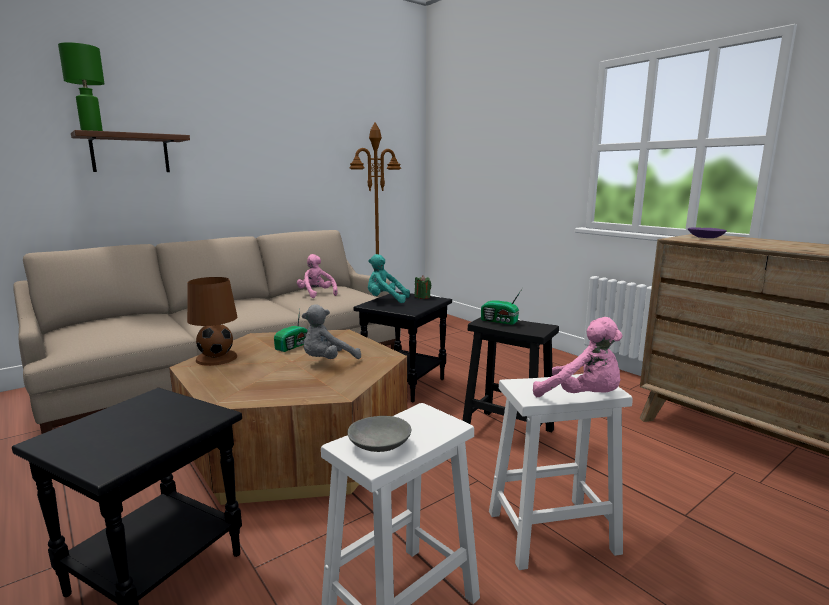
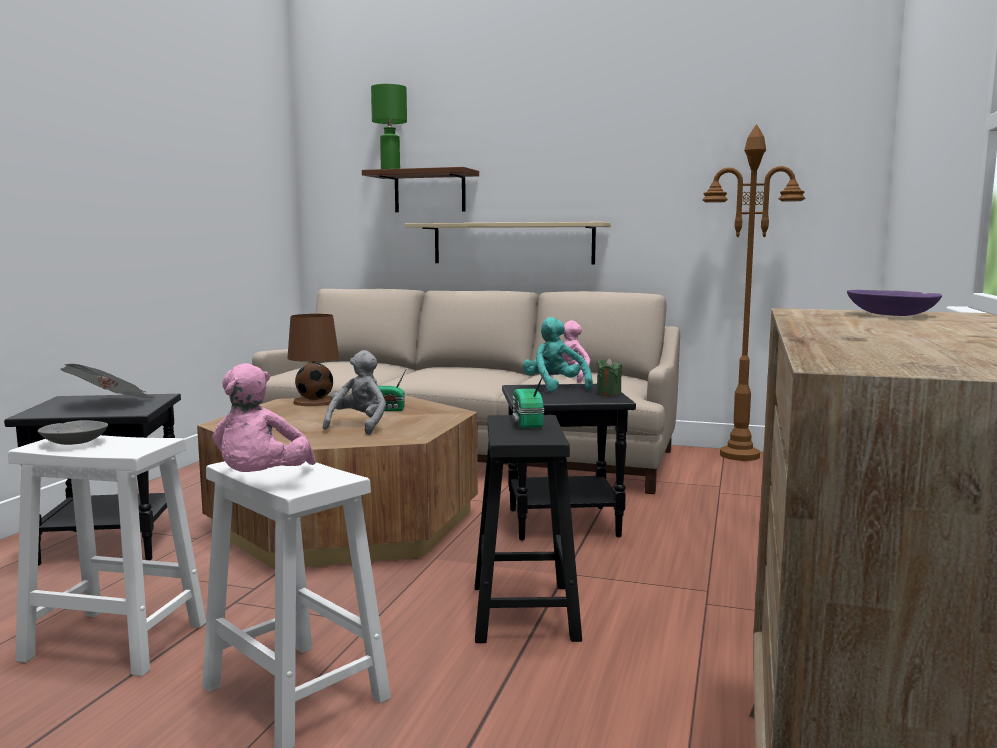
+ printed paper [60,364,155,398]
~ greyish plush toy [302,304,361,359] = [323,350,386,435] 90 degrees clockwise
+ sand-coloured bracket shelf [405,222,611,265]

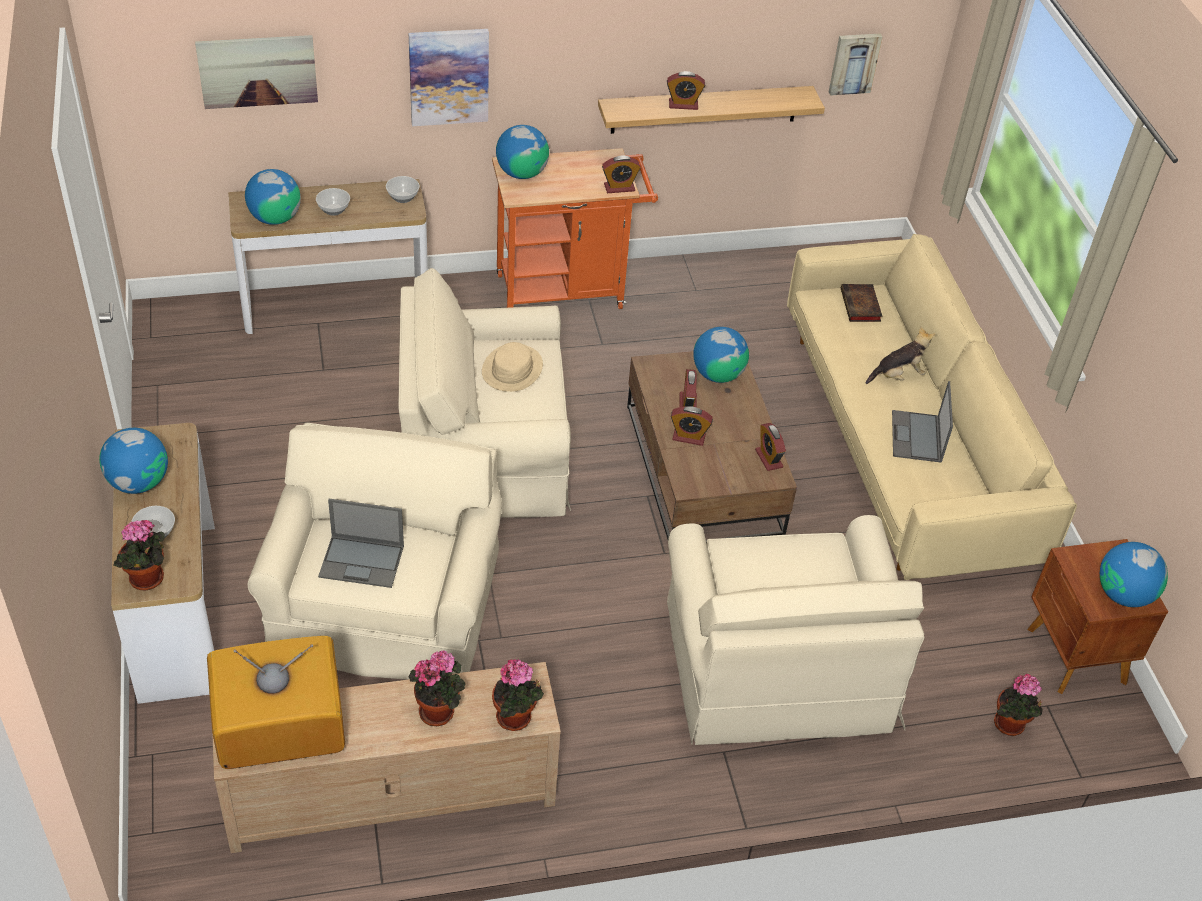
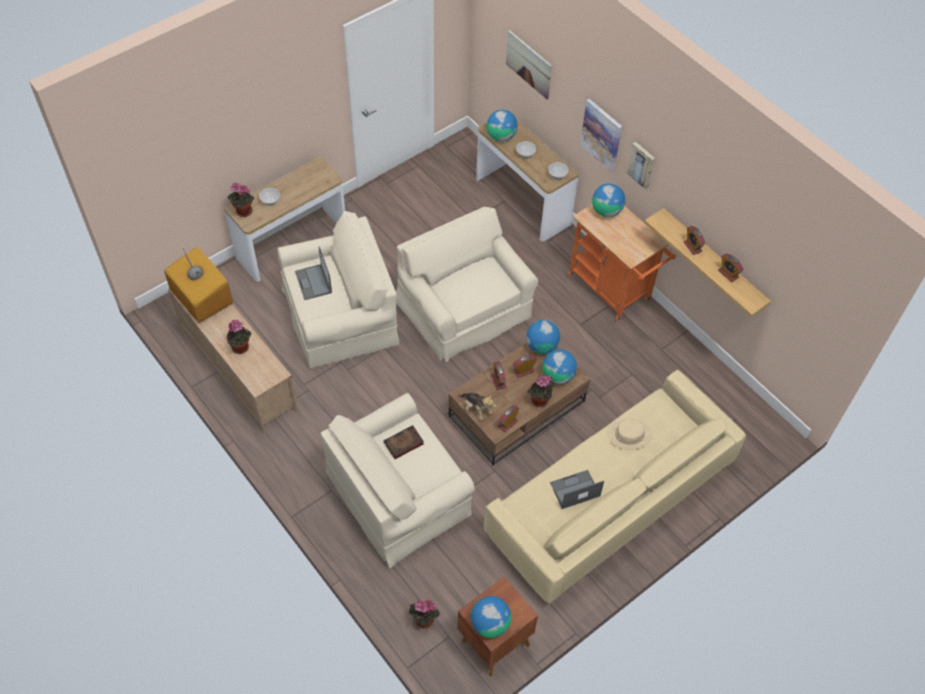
~ bound book [841,284,882,322] to [383,425,424,459]
~ plush toy [866,326,935,384] to [458,393,496,420]
~ world globe [99,428,168,494] to [526,320,560,354]
~ potted plant [492,659,544,731] to [527,375,555,407]
~ sand-coloured wearable hat [482,342,543,392] to [608,418,652,450]
~ wall art [829,33,882,96] to [626,141,655,190]
~ table clock [602,156,641,193] to [718,253,743,282]

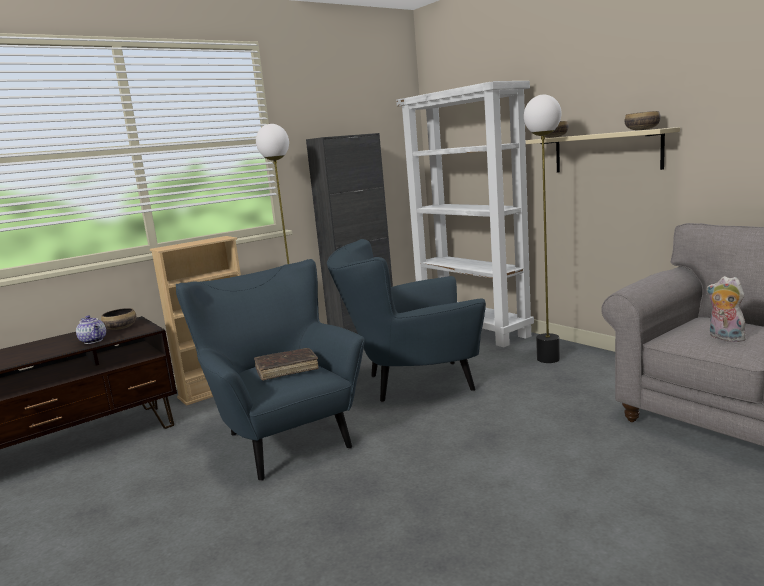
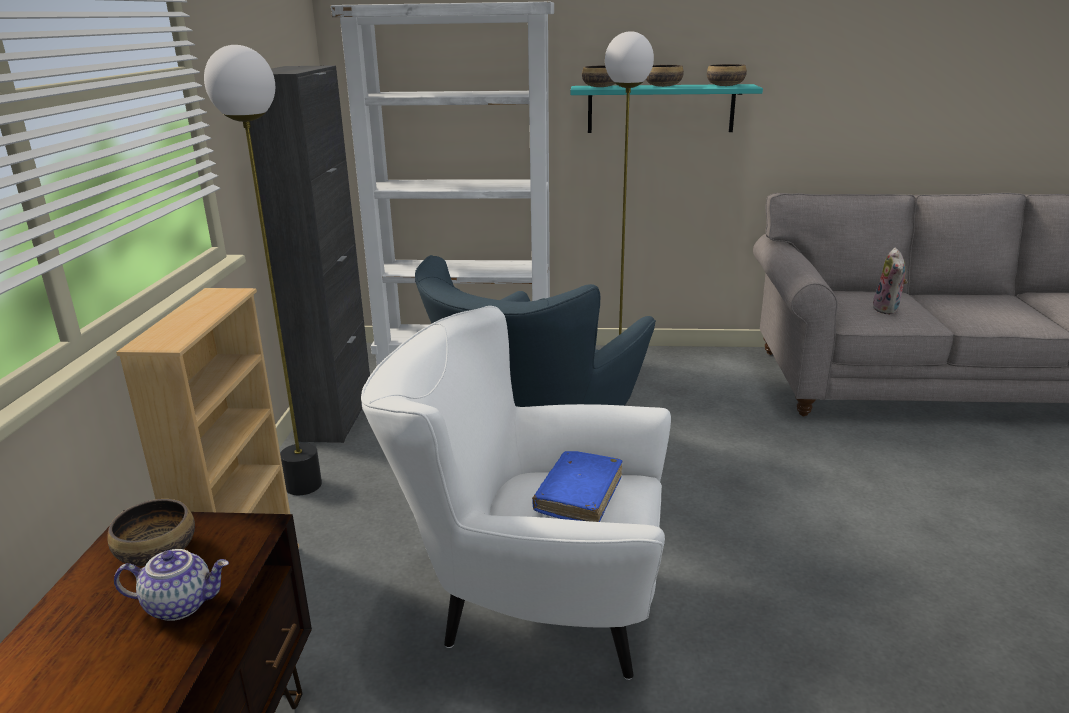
~ bluish armchair [176,259,364,481] to whitish armchair [361,306,671,680]
~ brownish bound book [254,348,319,381] to bluish bound book [532,451,622,522]
~ sand-coloured bracket shelf [526,127,680,173] to turquoise bracket shelf [570,84,763,133]
+ bowl [646,65,684,87]
~ plush toy [707,276,746,342] = [873,248,908,315] 90 degrees counterclockwise

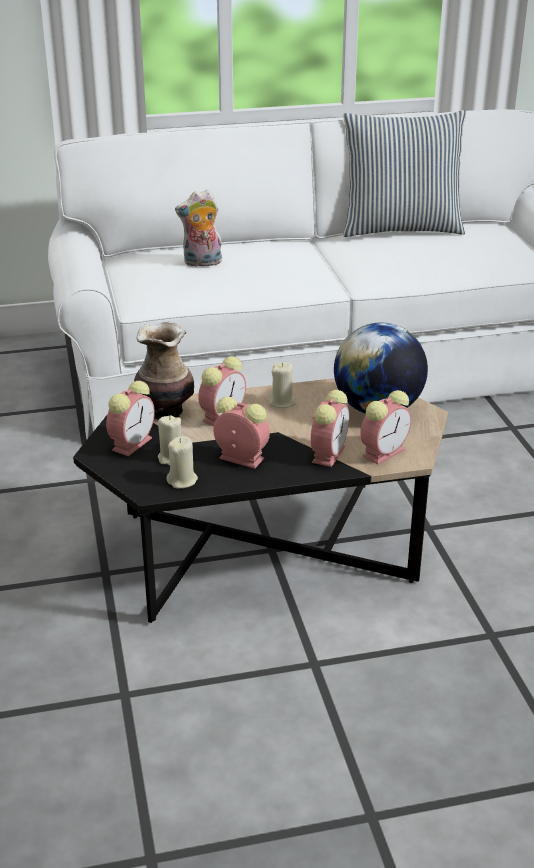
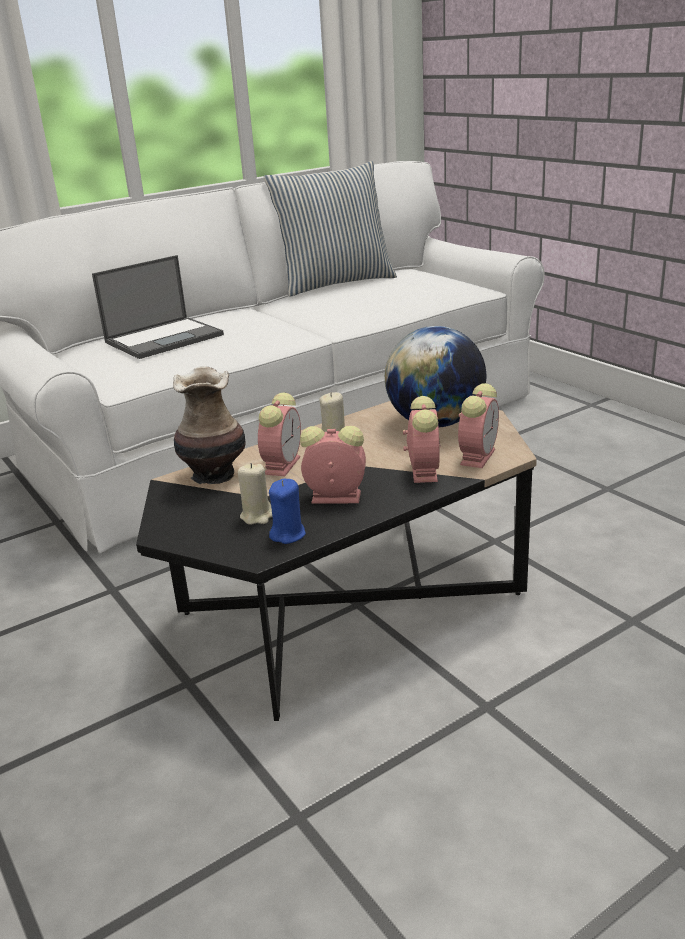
~ plush toy [175,190,222,267] to laptop [92,255,224,359]
~ sand-coloured wax candle [167,436,198,488] to bluish wax candle [269,479,306,544]
- table clock [106,381,155,456]

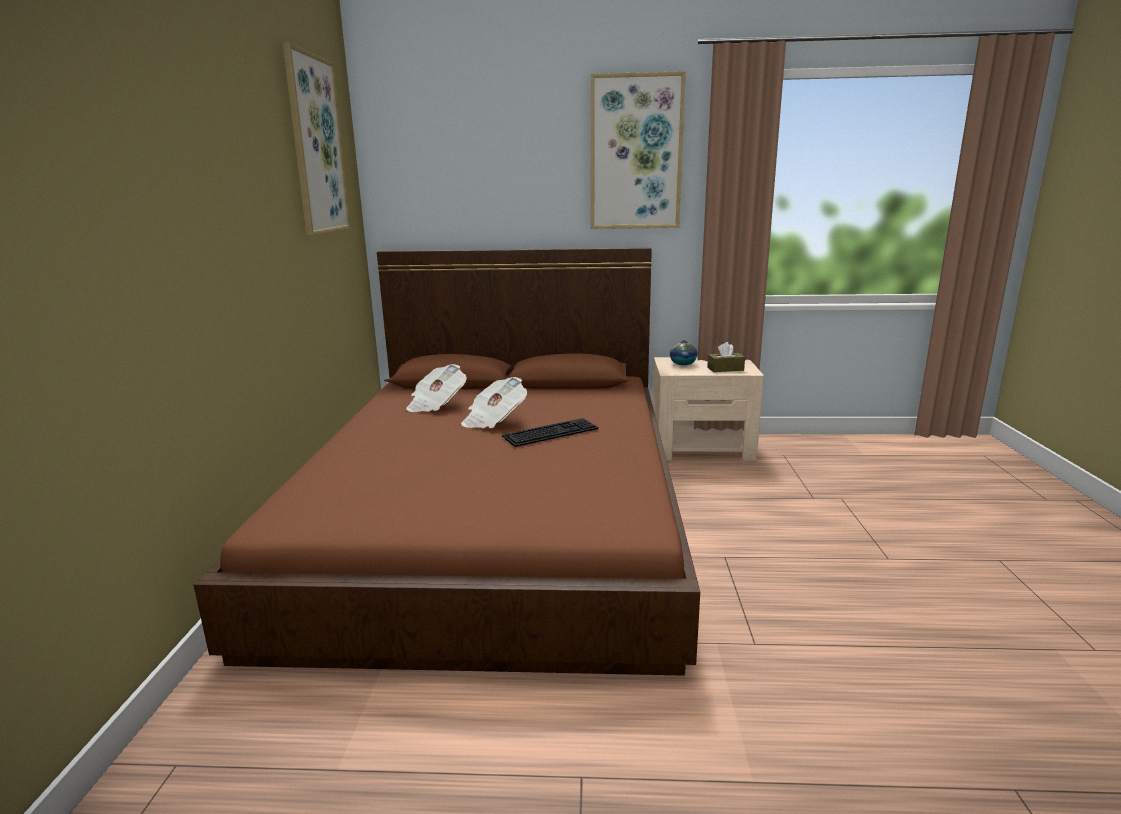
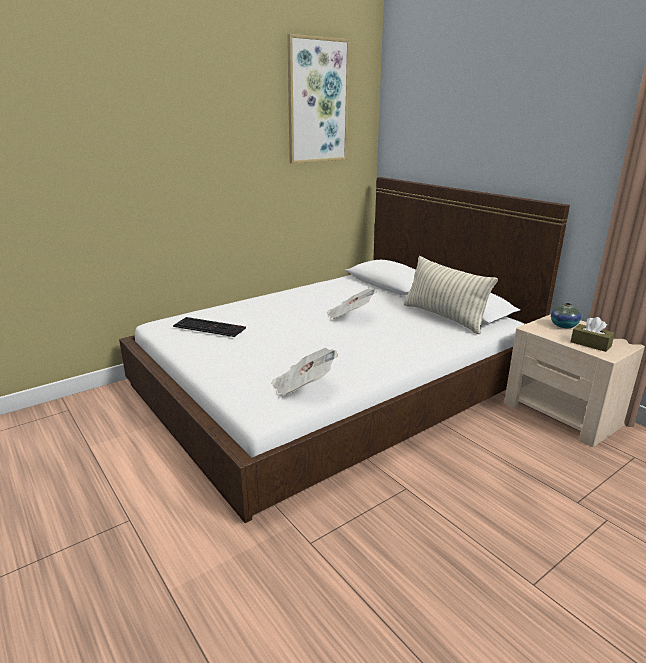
~ brownish bedroom bed [194,247,700,676] to whitish bedroom bed [119,177,570,523]
~ computer keyboard [502,418,598,447] to [173,317,246,337]
~ printed paper [406,364,467,412] to [272,348,338,396]
+ throw pillow [404,256,498,334]
- wall art [591,71,686,229]

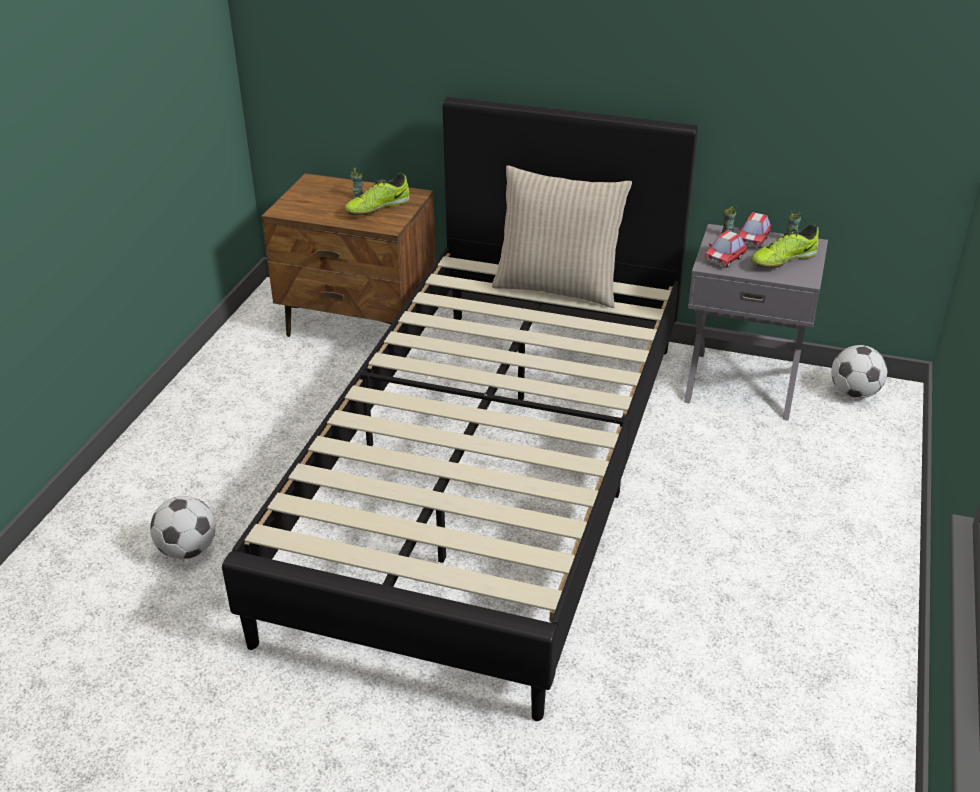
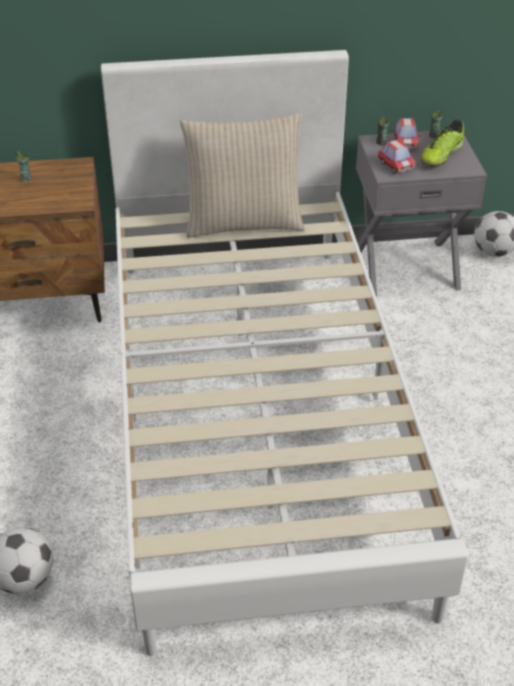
~ blackish bedroom bed [222,97,698,721] to whitish bedroom bed [101,50,468,656]
~ miniature car [704,230,747,268] = [378,139,416,174] 45 degrees counterclockwise
- shoe [345,173,410,215]

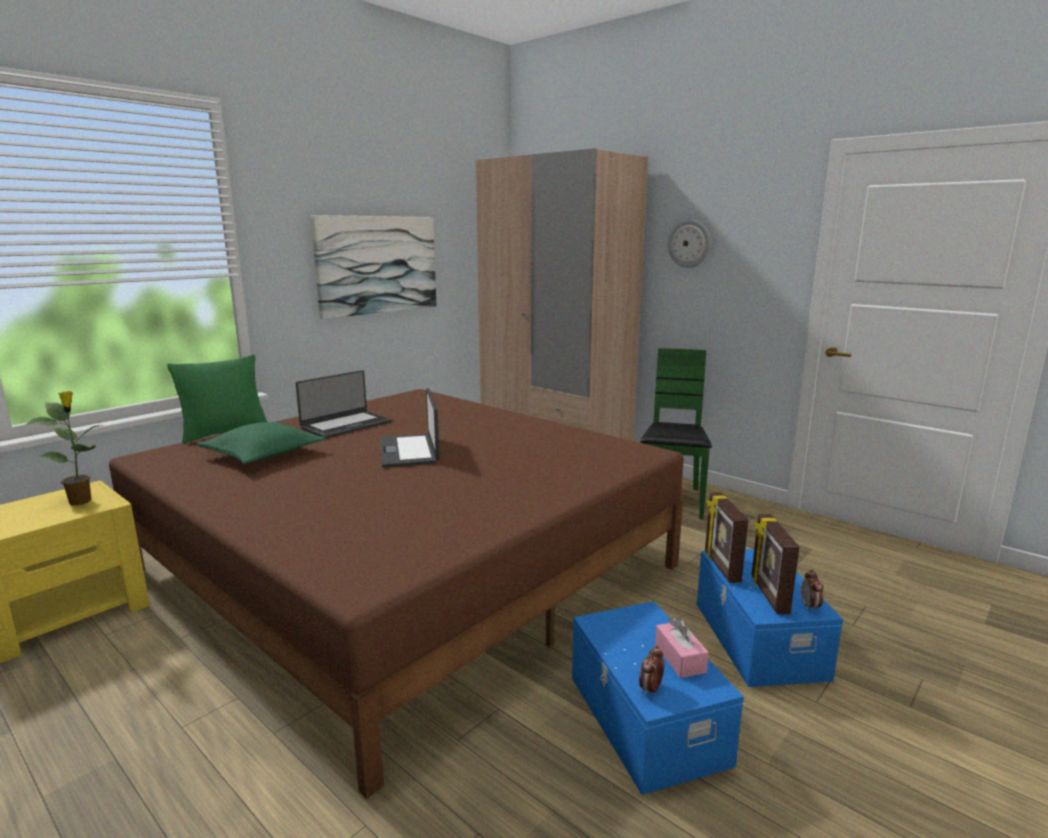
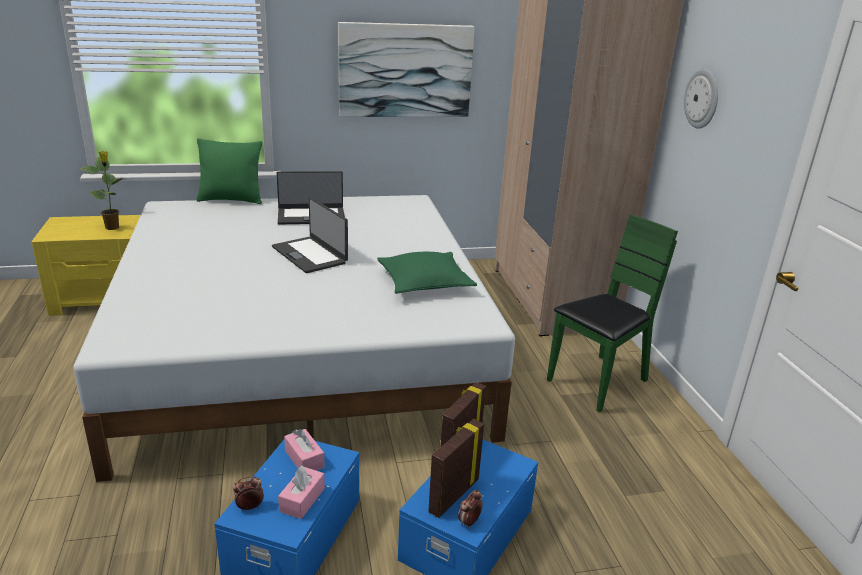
~ brownish bedroom bed [109,389,684,799] to whitish bedroom bed [73,195,515,482]
~ laptop [380,388,440,468] = [272,197,348,273] 60 degrees counterclockwise
+ pink-coloured tissue box [284,429,325,471]
~ green-coloured throw pillow [197,422,326,464] to [377,252,477,294]

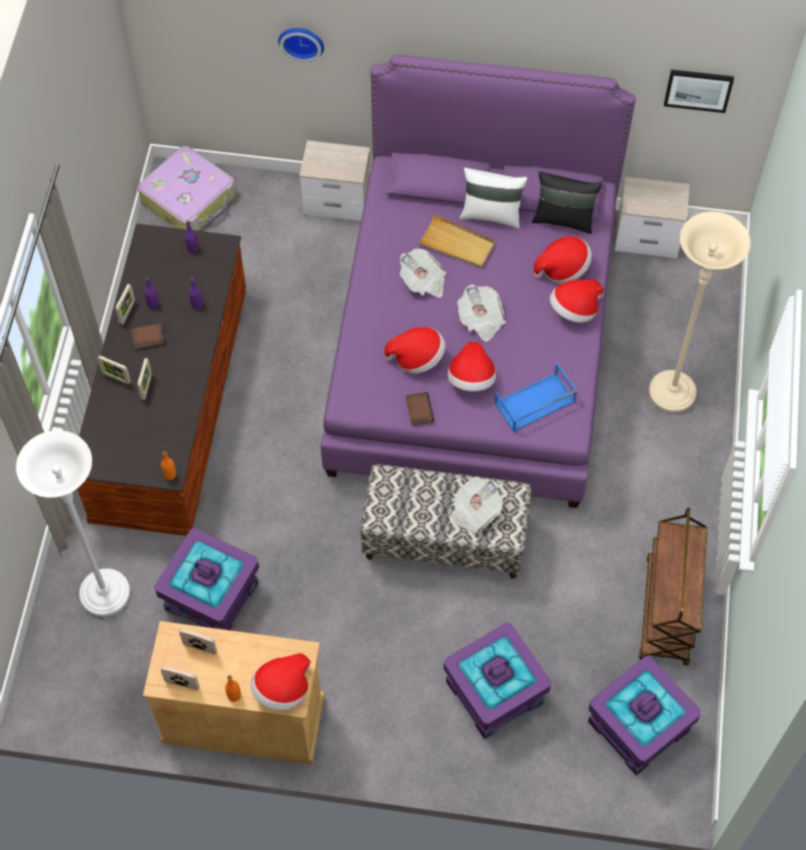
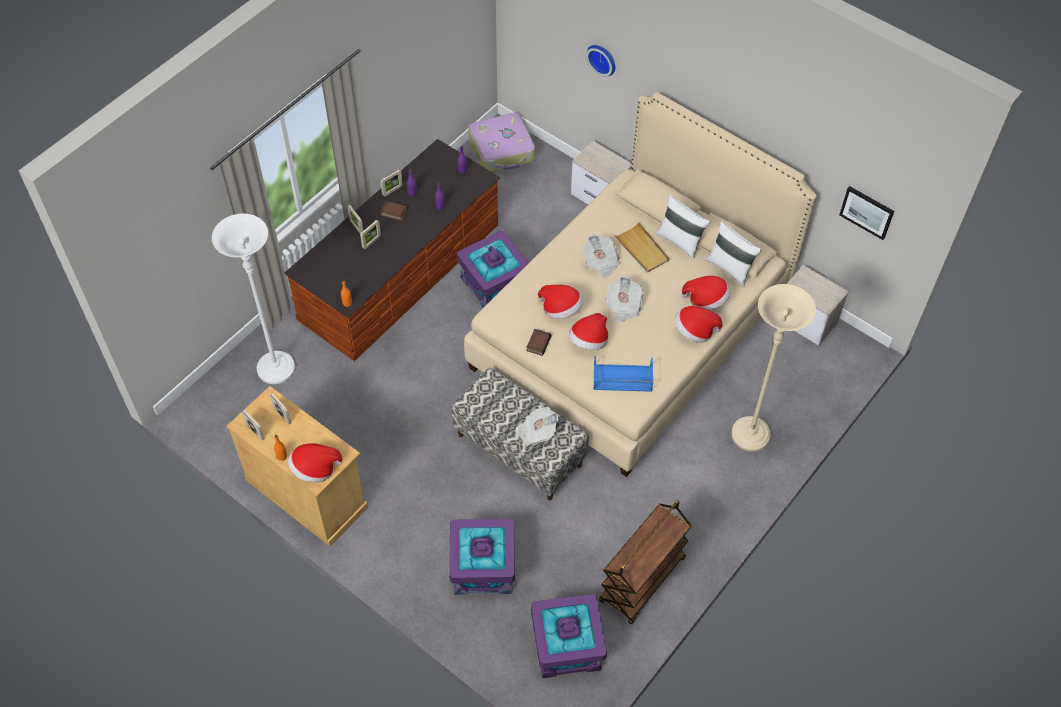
~ purple storage box [154,528,259,630] to [457,231,529,308]
~ purple bedroom bed [321,55,636,508] to sand-coloured bedroom bed [464,93,817,477]
~ blackish throw pillow [532,171,602,234] to whitish throw pillow [705,221,762,287]

